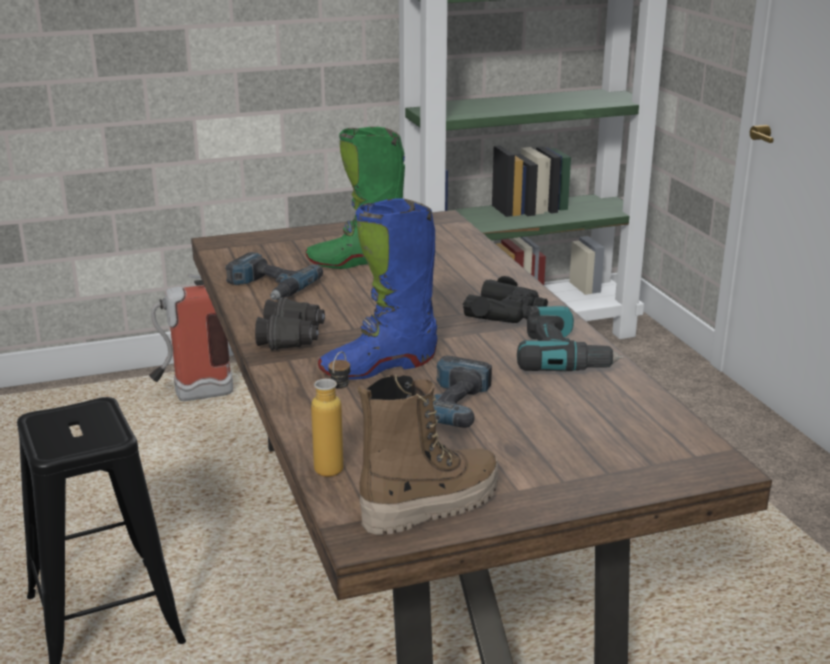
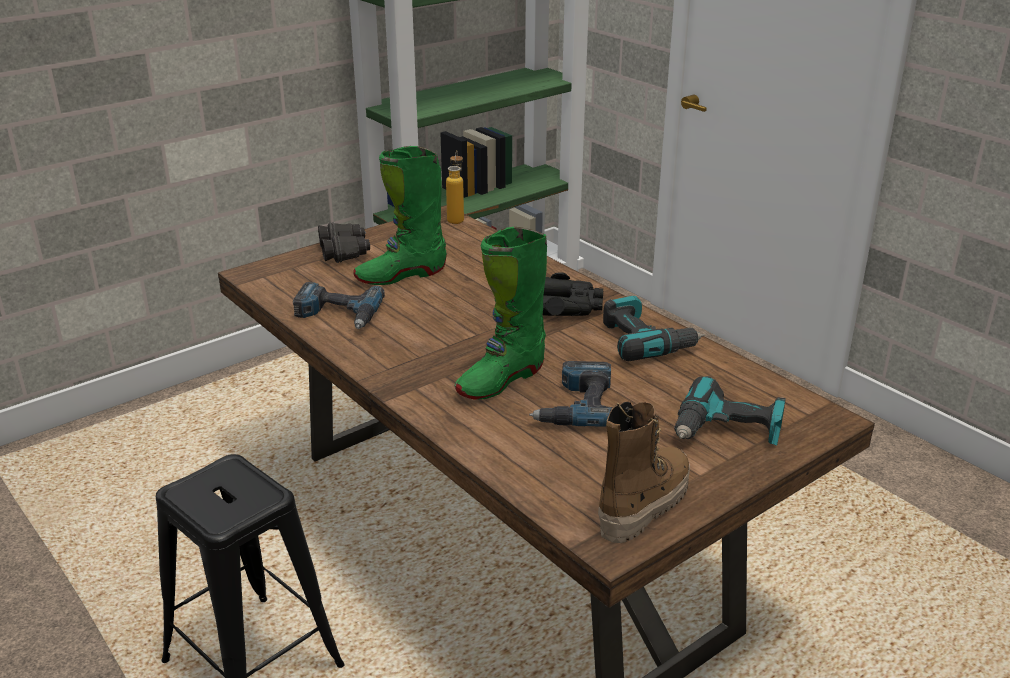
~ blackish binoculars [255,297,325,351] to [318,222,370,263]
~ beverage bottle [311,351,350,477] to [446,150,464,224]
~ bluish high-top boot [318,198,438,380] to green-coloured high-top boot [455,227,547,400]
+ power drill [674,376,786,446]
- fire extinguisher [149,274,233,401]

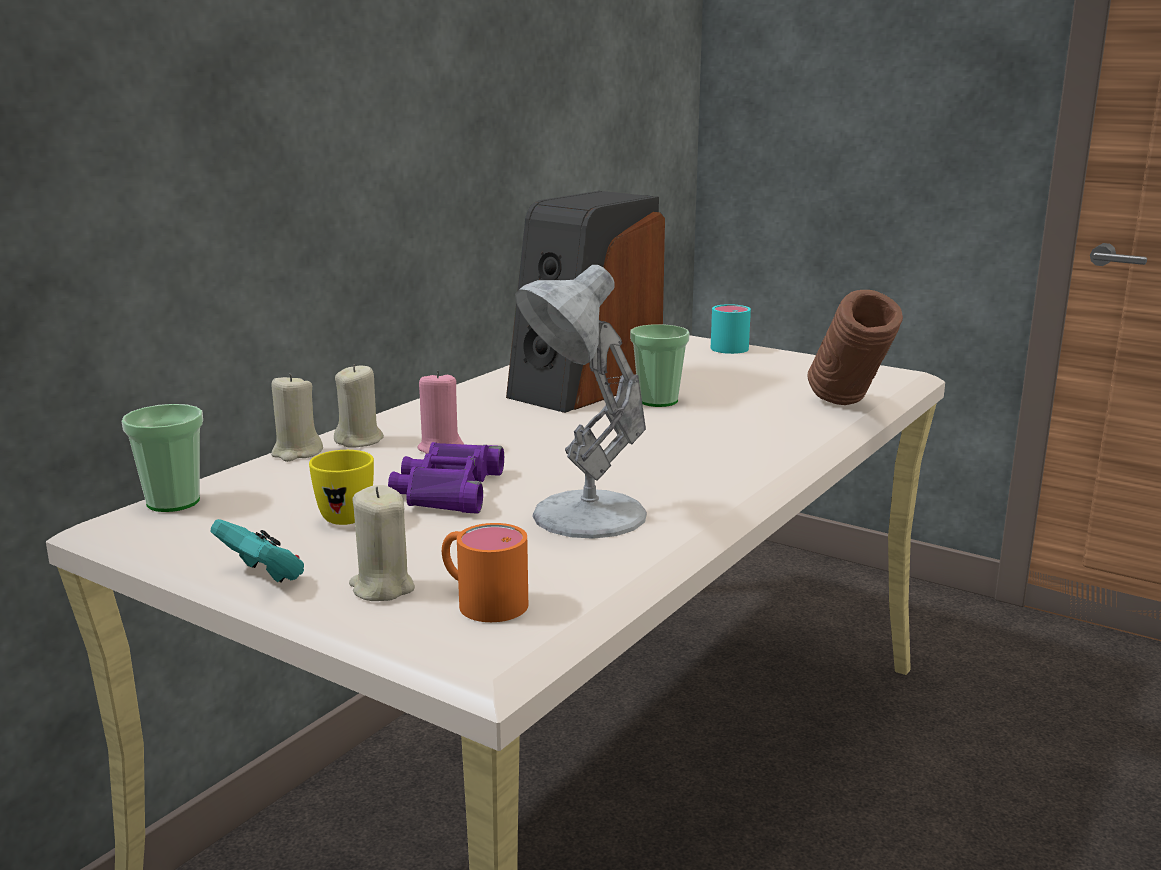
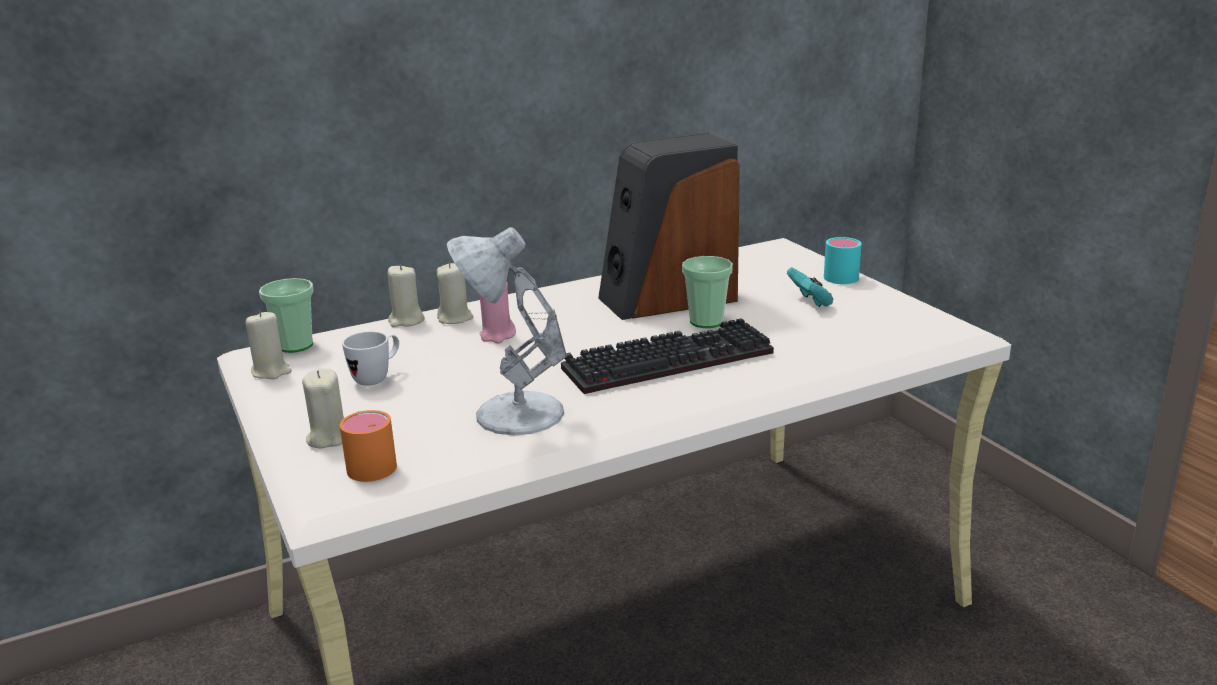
+ sand-coloured wax candle [245,311,292,379]
~ yellow-coloured coffee mug [309,450,374,525] to whitish coffee mug [342,331,399,386]
+ computer keyboard [561,318,774,394]
~ turquoise game controller [211,519,304,583] to [787,267,833,307]
- purple binoculars [388,442,504,514]
- brownish vase [808,290,903,405]

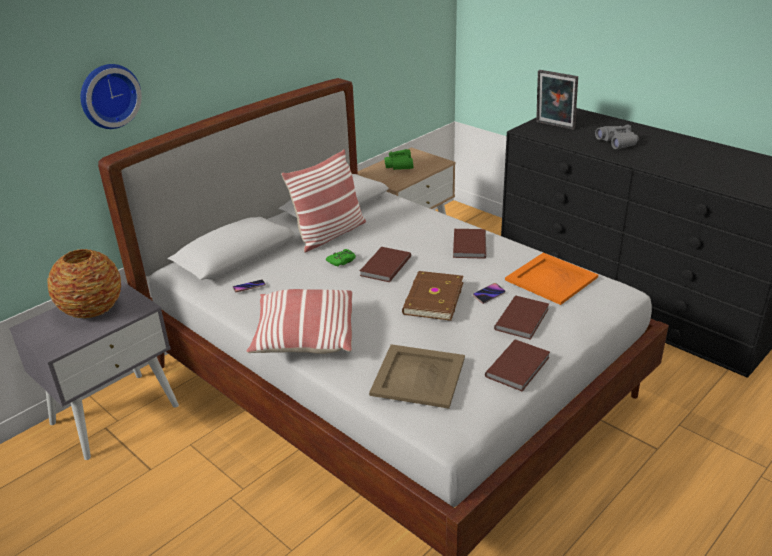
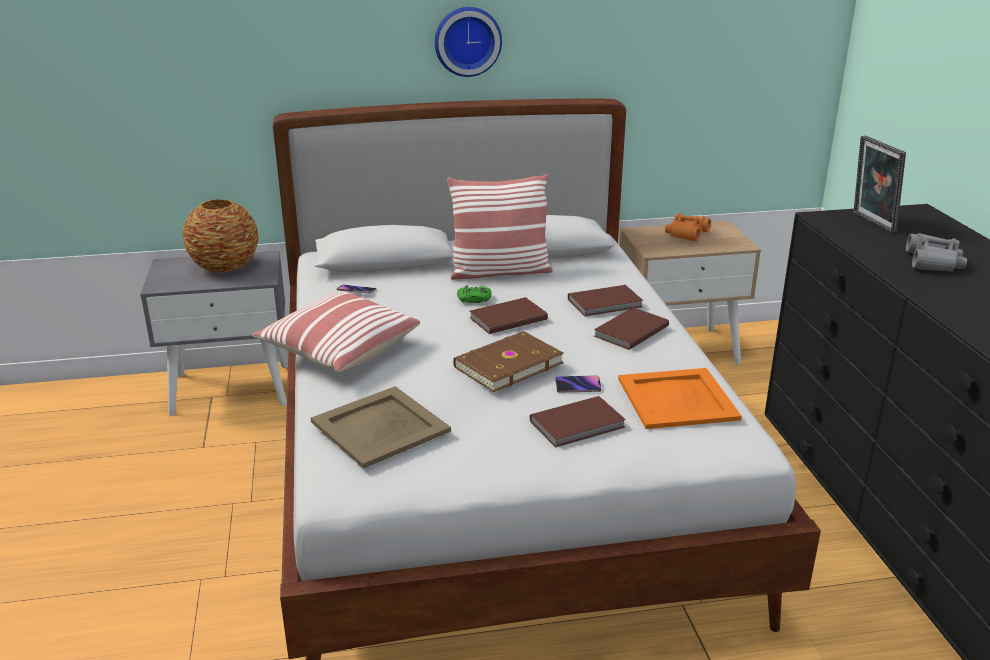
~ wall clock [81,64,142,129] to [435,7,502,77]
~ brownish bound book [485,339,550,392] to [568,285,644,317]
~ green-coloured binoculars [384,149,414,170] to orange binoculars [665,213,711,241]

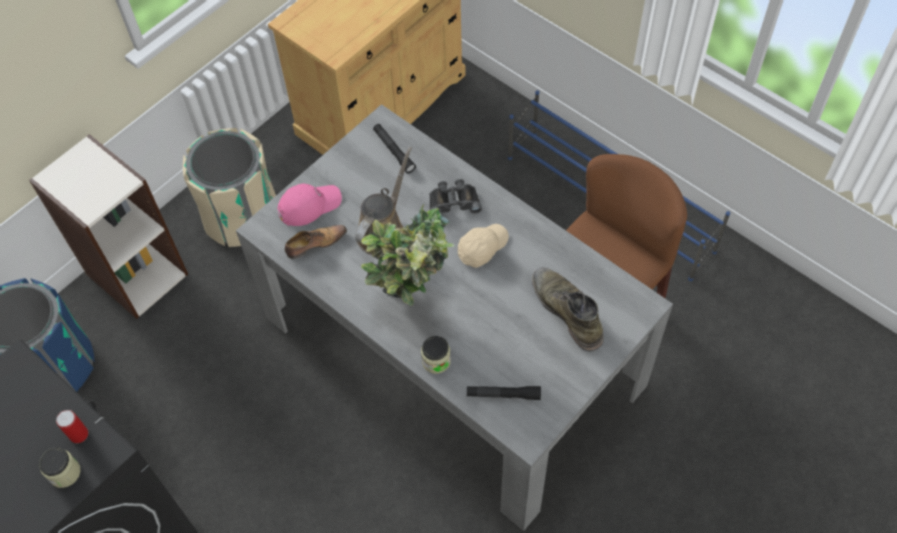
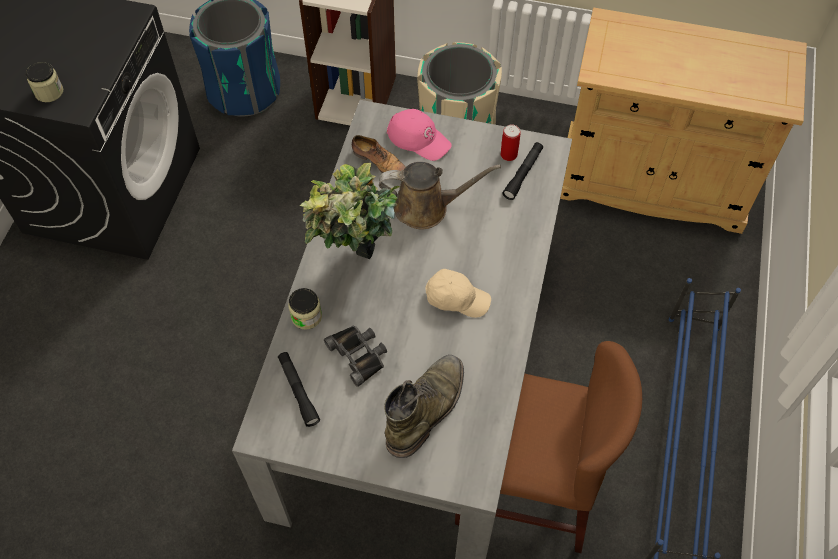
~ blackish binoculars [429,179,482,215] to [324,325,387,387]
~ sealed can [56,410,88,443] to [501,125,521,161]

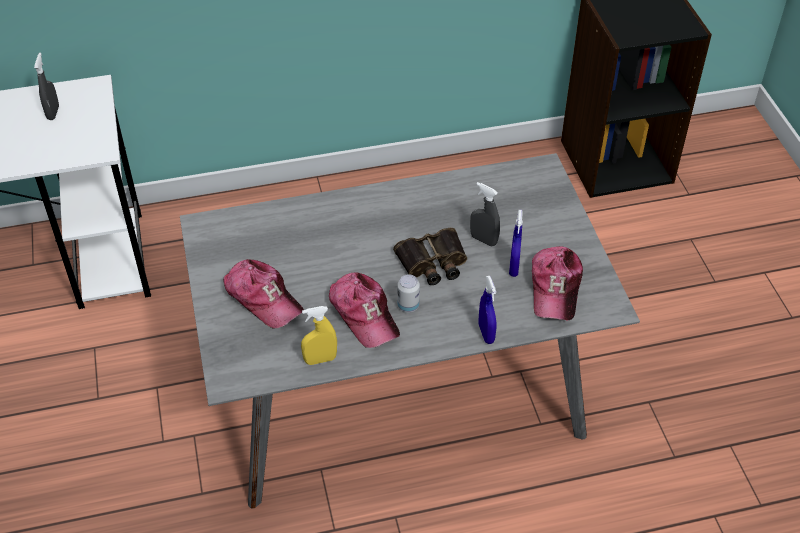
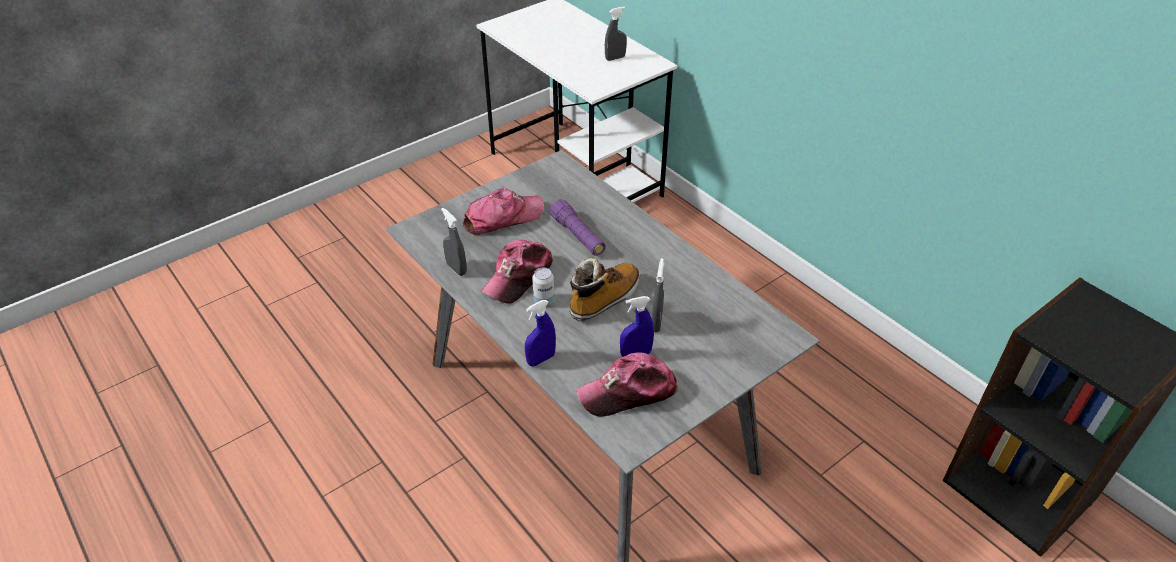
~ yellow-coloured hand sprayer [301,306,337,365] to greyish hand sprayer [441,208,467,276]
~ baseball cap [223,259,304,329] = [463,188,544,235] 135 degrees counterclockwise
+ purple hand torch [550,199,606,256]
~ binoculars [393,228,467,285] to high-top boot [569,258,640,322]

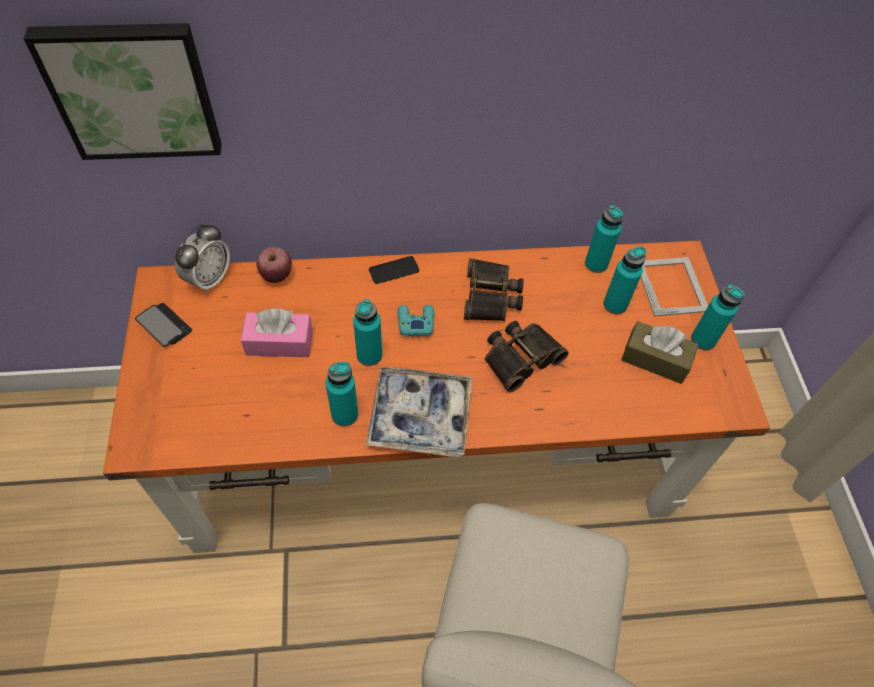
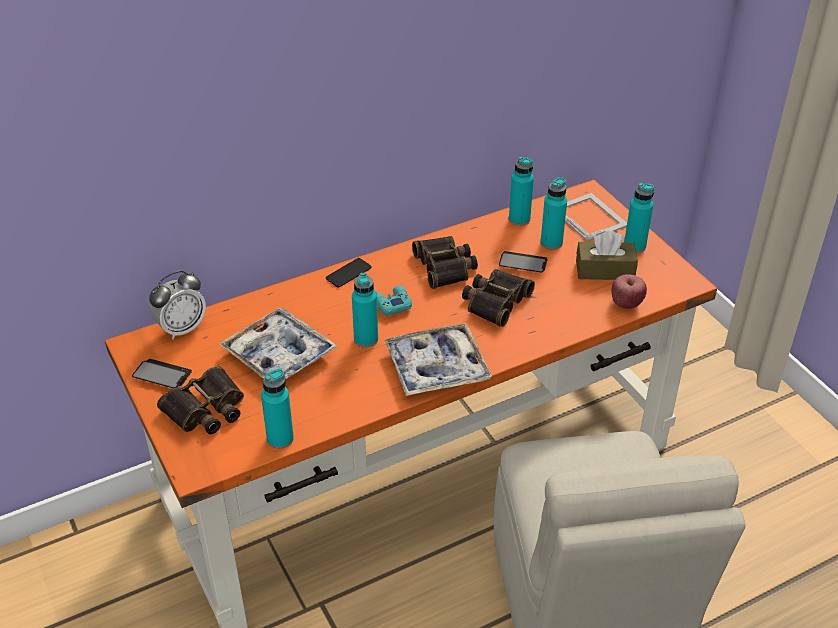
~ table clock [175,223,230,293] = [149,270,206,340] 45 degrees clockwise
+ binoculars [157,366,244,434]
~ pink-coloured tissue box [241,308,313,357] to carrying tray [219,308,338,379]
~ turquoise beverage bottle [326,361,358,426] to [261,369,294,449]
+ handset [499,251,547,273]
~ apple fruit [256,247,292,283] to [611,274,647,309]
- wall art [24,23,222,160]

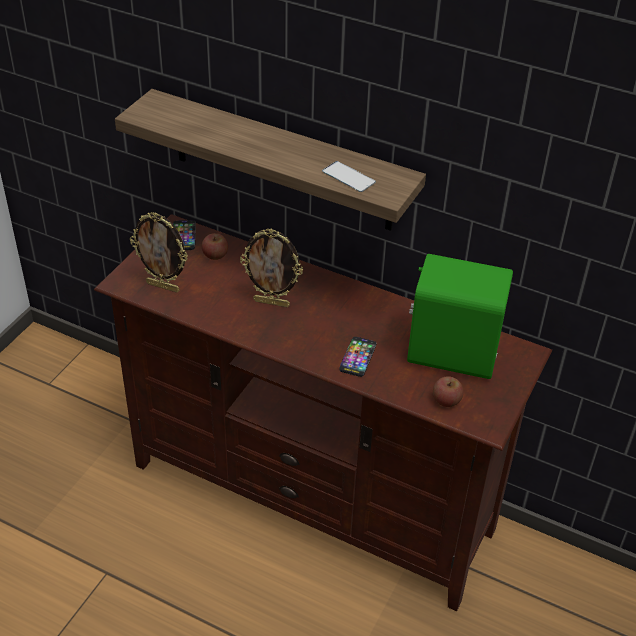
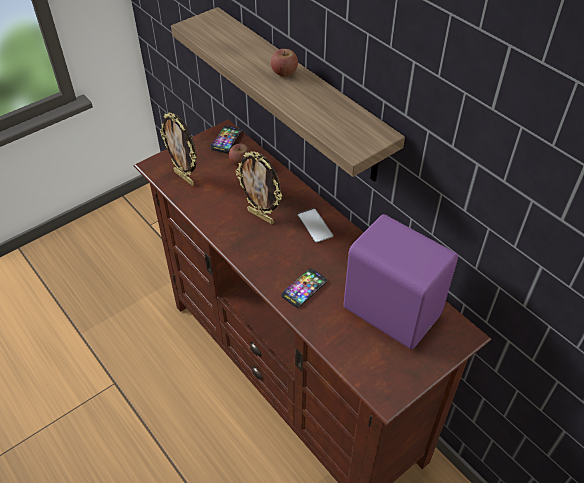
~ apple fruit [433,376,464,407] to [271,49,298,76]
~ handset [322,161,376,192] to [298,208,333,243]
~ green-coloured loudspeaker [407,254,513,379] to purple loudspeaker [344,214,458,349]

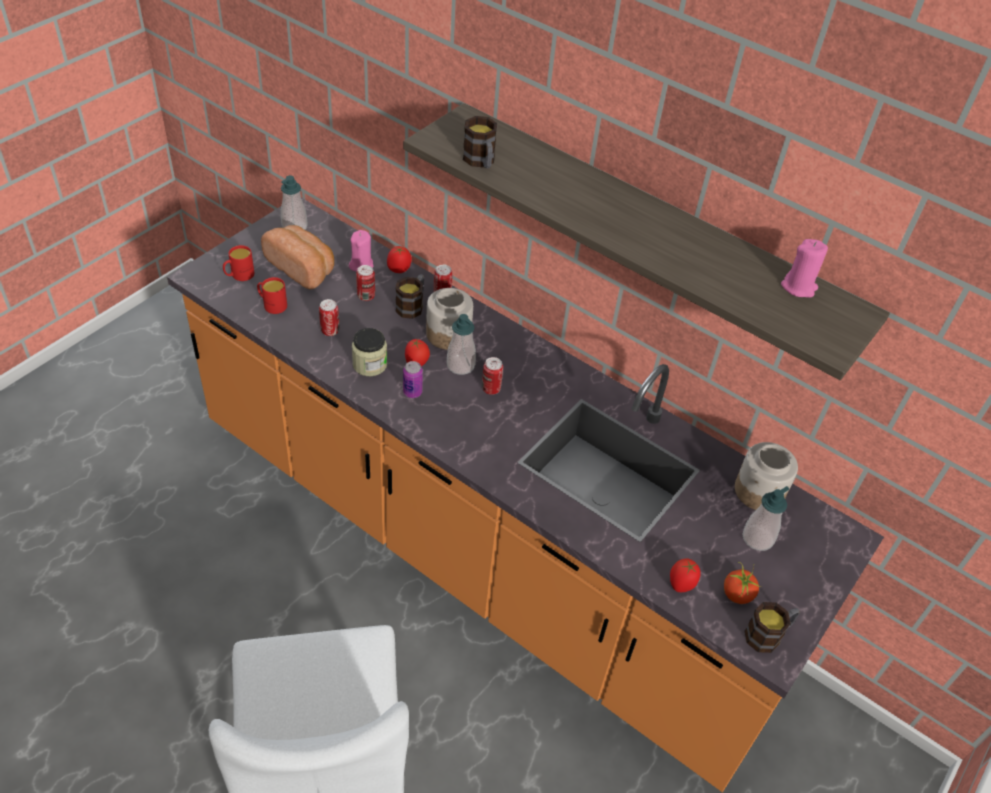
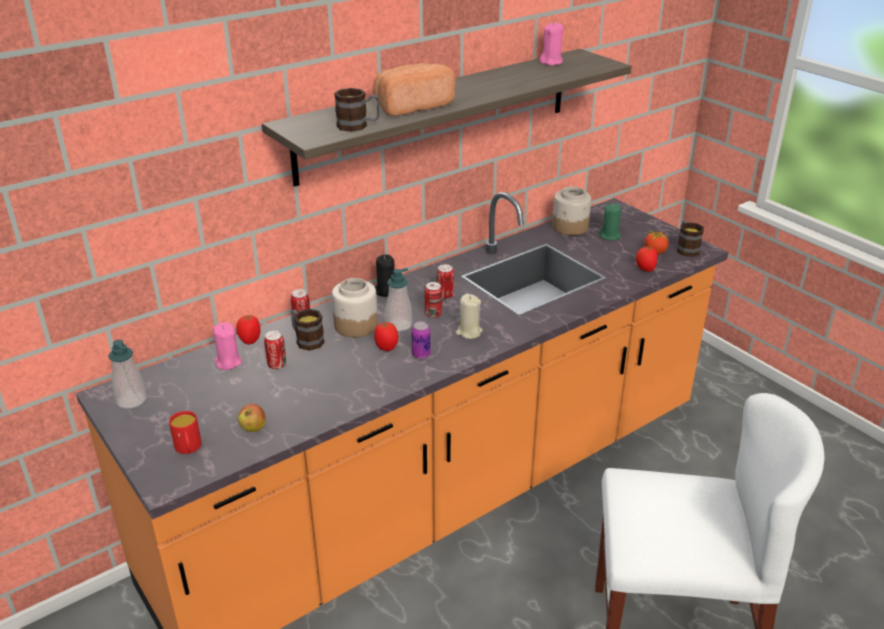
~ red coffee mug [257,277,287,314] to apple fruit [238,404,266,432]
~ baked bread [261,225,334,290] to [373,63,455,116]
+ blackish wax candle [375,255,394,297]
~ sealed can [319,299,339,336] to [437,264,454,299]
+ sand-coloured wax candle [455,294,483,339]
~ soap bottle [743,486,789,551] to green-coloured wax candle [599,204,621,240]
- jar [352,328,387,376]

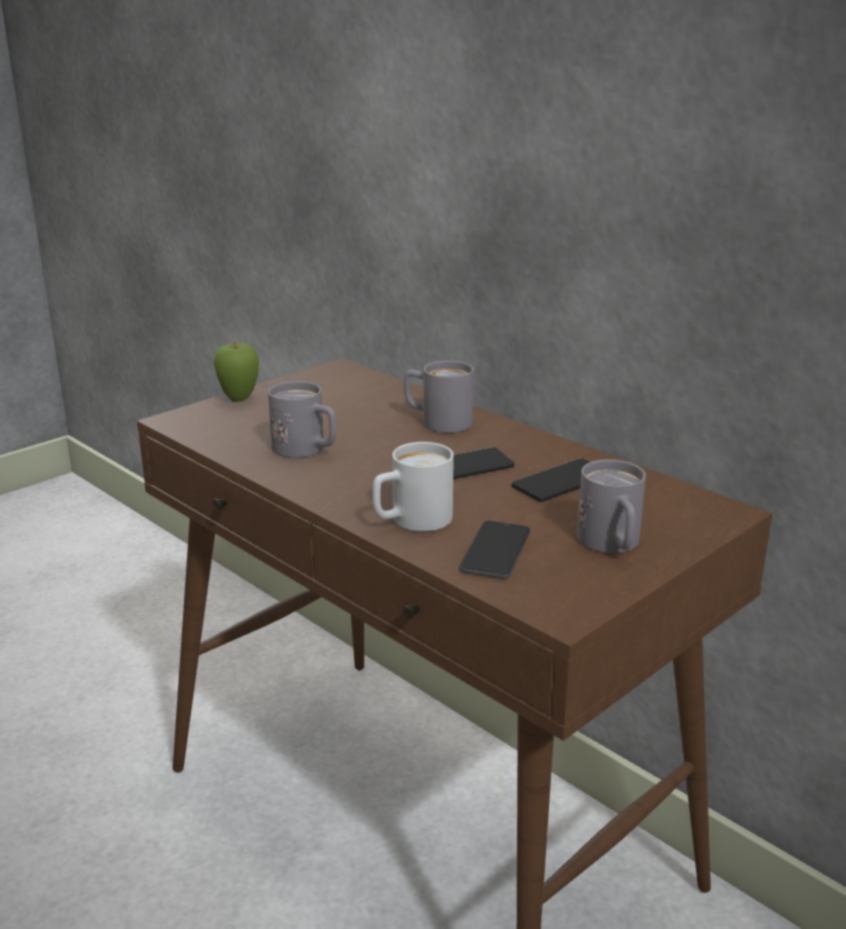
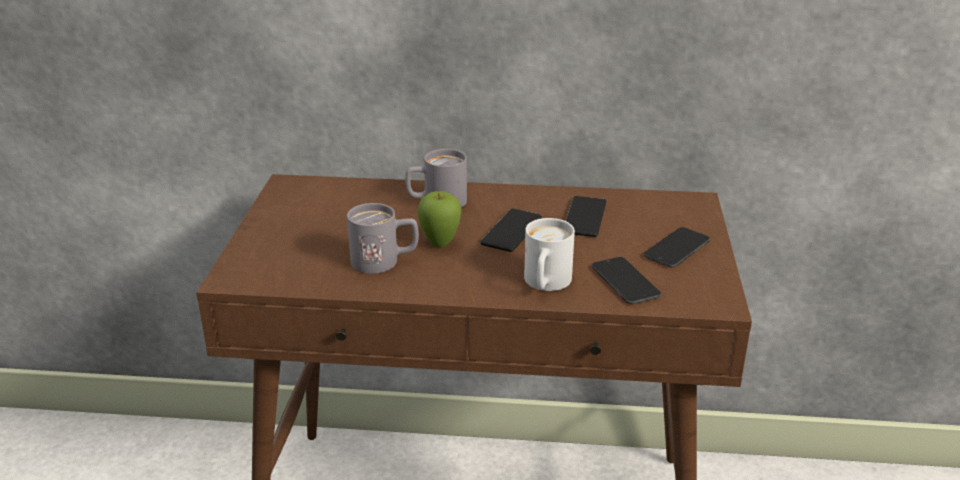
~ apple fruit [214,342,259,402] to [418,191,462,248]
~ greyish coffee mug [577,459,646,553] to handset [643,227,710,268]

